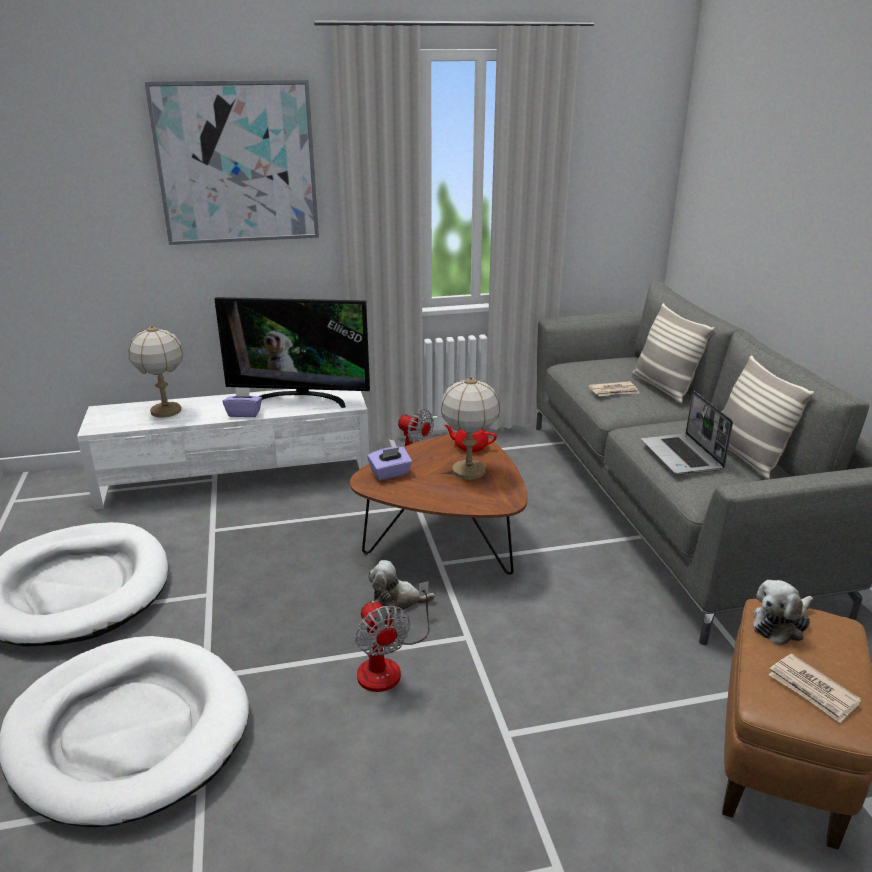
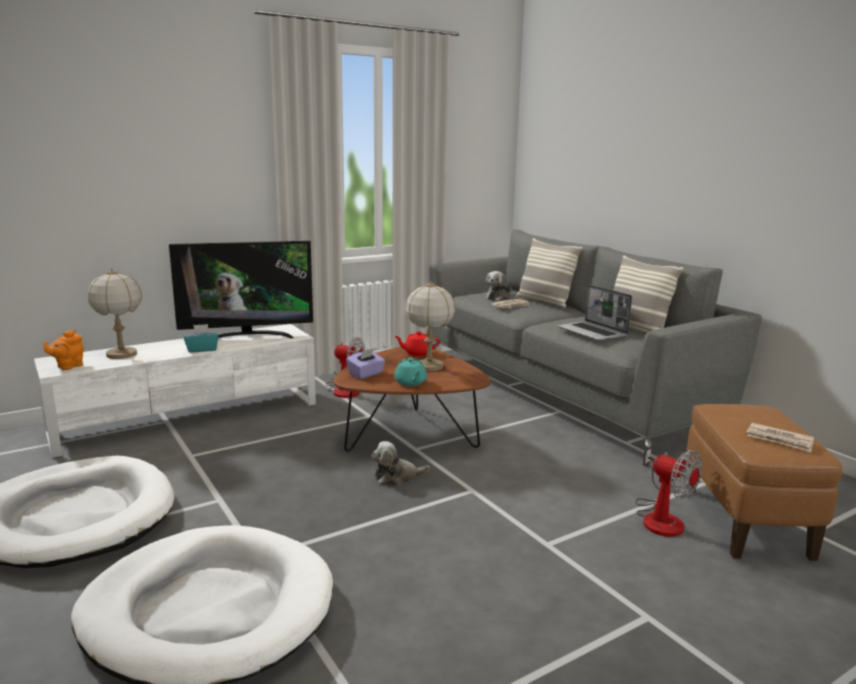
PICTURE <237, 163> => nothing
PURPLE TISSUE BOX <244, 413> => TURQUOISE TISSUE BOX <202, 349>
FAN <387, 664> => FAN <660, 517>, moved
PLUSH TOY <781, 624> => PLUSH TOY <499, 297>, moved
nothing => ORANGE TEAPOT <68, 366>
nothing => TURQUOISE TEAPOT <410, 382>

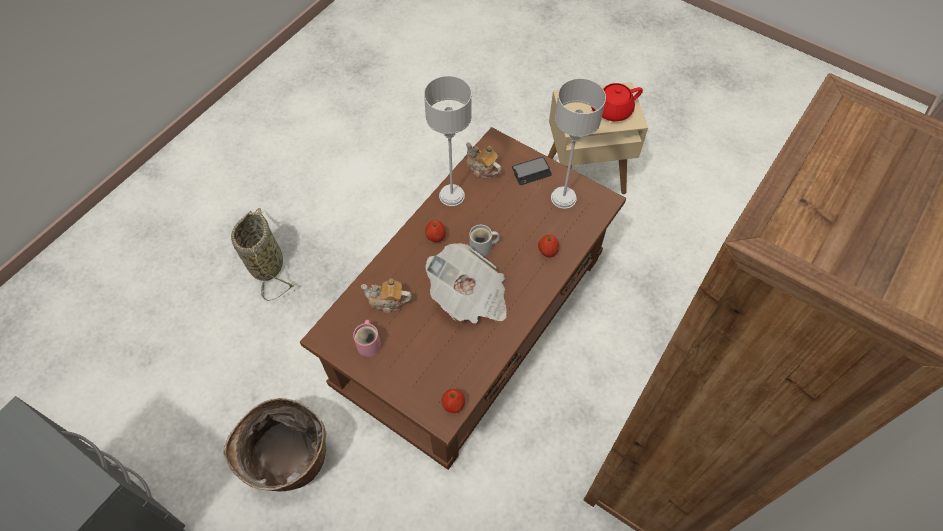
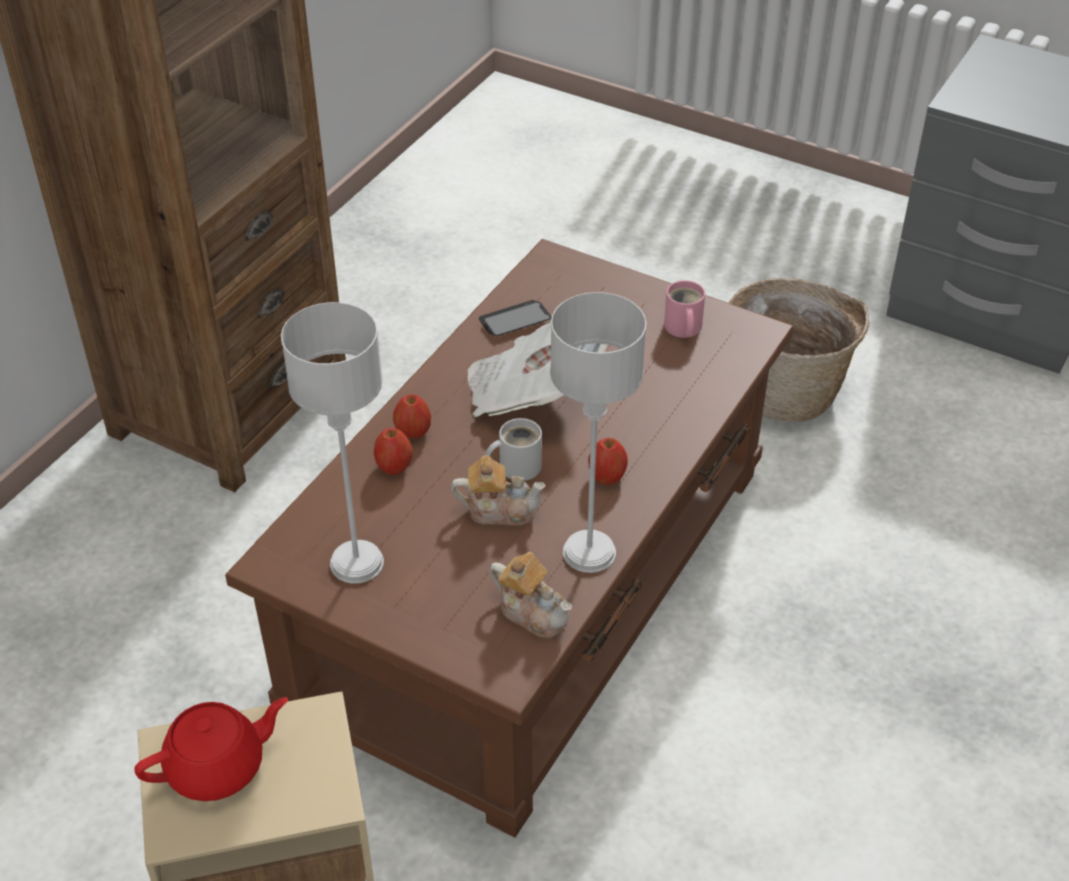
BASKET <266, 263> => nothing
TEAPOT <387, 302> => TEAPOT <499, 510>, moved
APPLE <453, 405> => APPLE <413, 432>, moved
PHONE <531, 172> => PHONE <514, 320>, moved

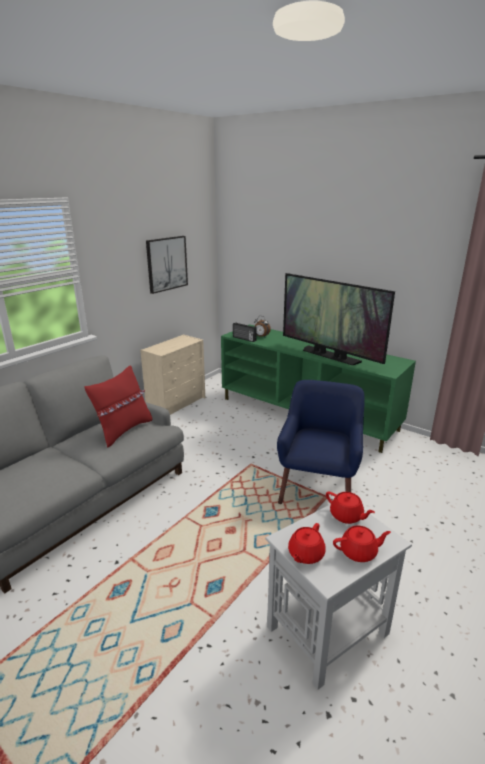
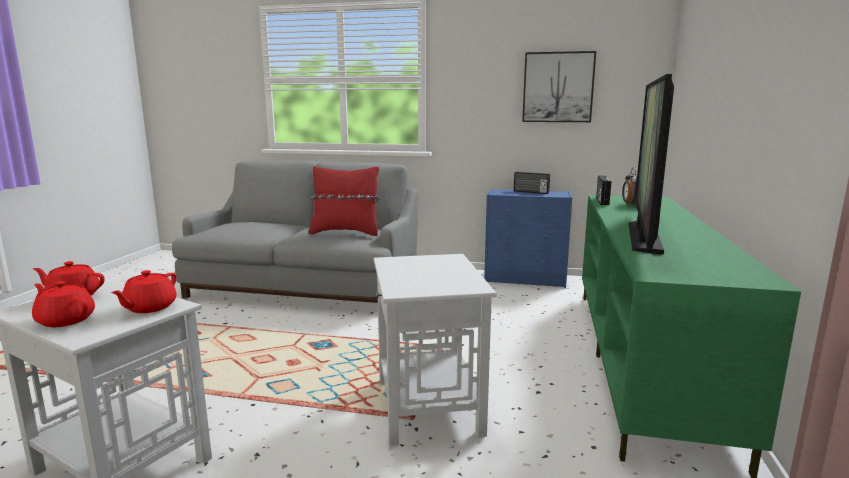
BEIGE DRESSER <177, 404> => BLUE DRESSER <526, 279>
BLUE ARMCHAIR <318, 488> => WHITE SIDE TABLE <428, 407>
RED TEAPOT <359, 552> => RED TEAPOT <65, 320>, 150 degrees clockwise
nothing => RADIO <531, 192>

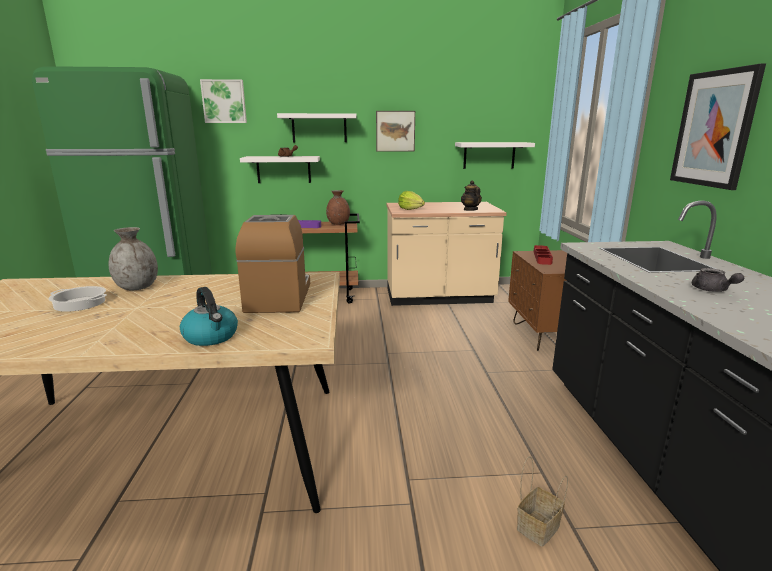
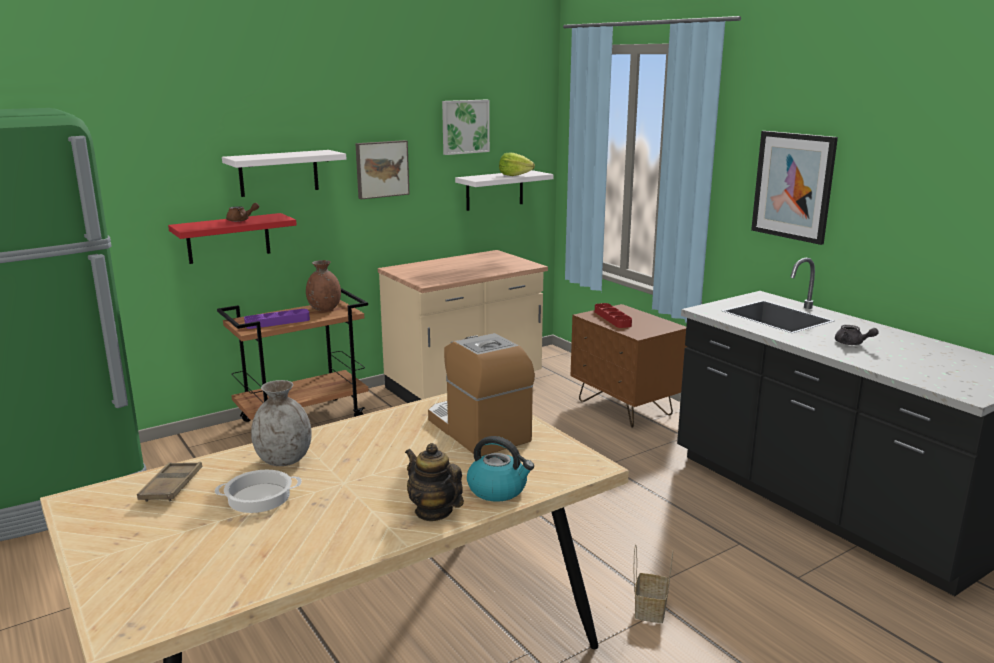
PICTURE <224, 101> => PICTURE <464, 126>, moved
WHITE SHELF <283, 169> => RED SHELF <228, 238>
LETTUCE <410, 209> => LETTUCE <514, 175>, moved
TEAPOT <470, 209> => TEAPOT <433, 511>, moved
BASKET <538, 526> => BASKET <649, 609>, moved
nothing => BROWN TRAY <172, 486>

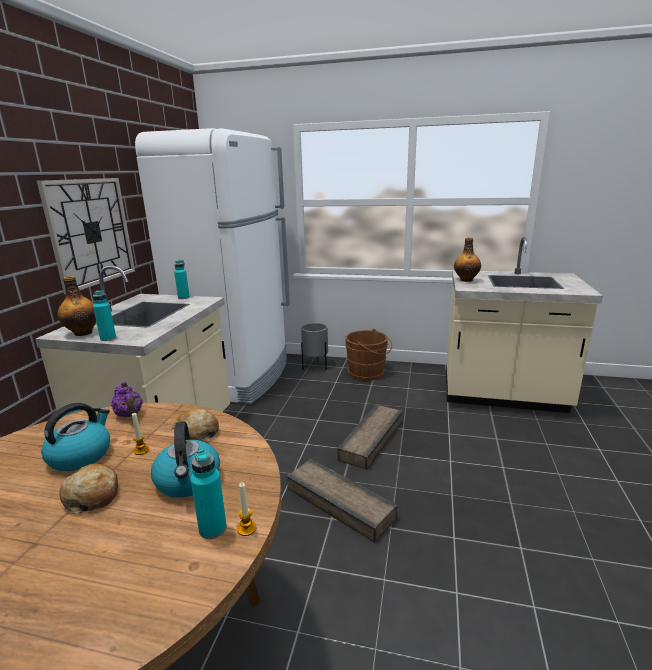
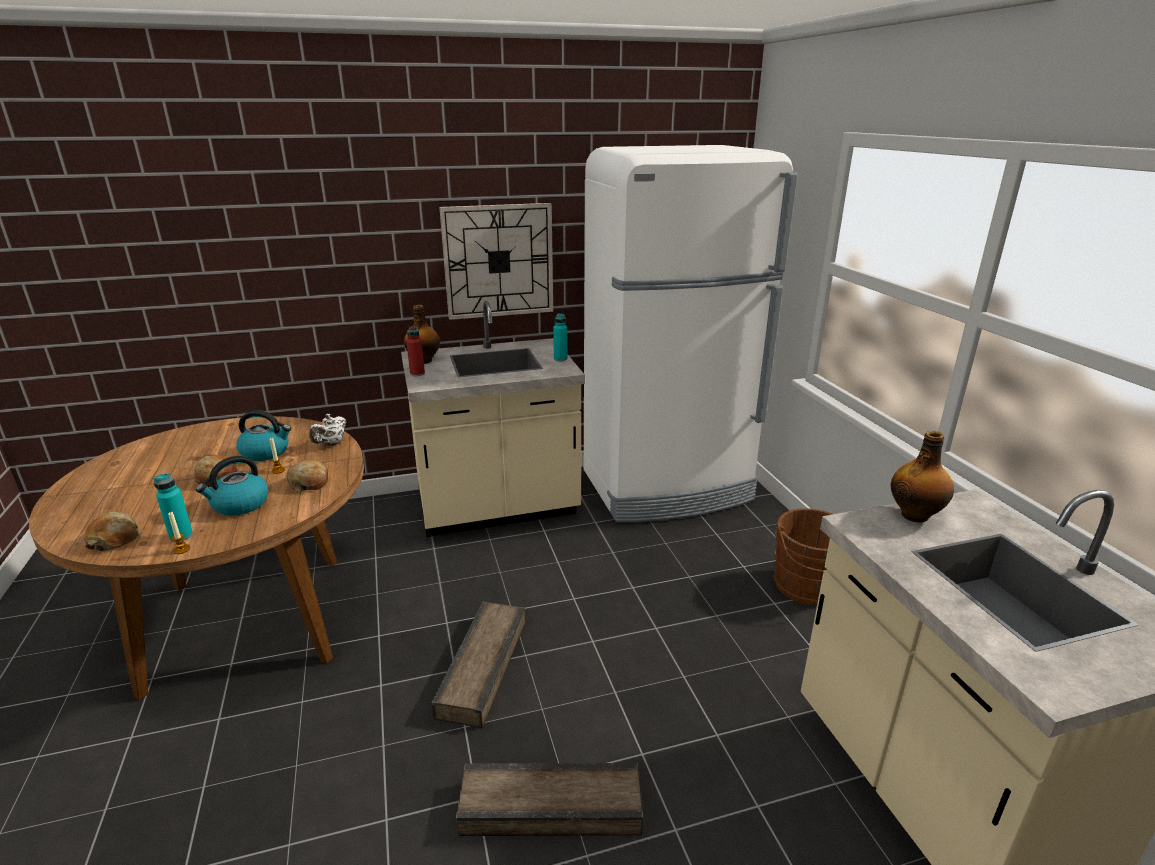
TURQUOISE BOTTLE <108, 338> => RED BOTTLE <417, 374>
PURPLE TEAPOT <129, 415> => WHITE TEAPOT <331, 444>
GREY PLANTER <315, 367> => nothing
CRATE <373, 440> => CRATE <551, 809>, moved
nothing => BREAD <115, 539>

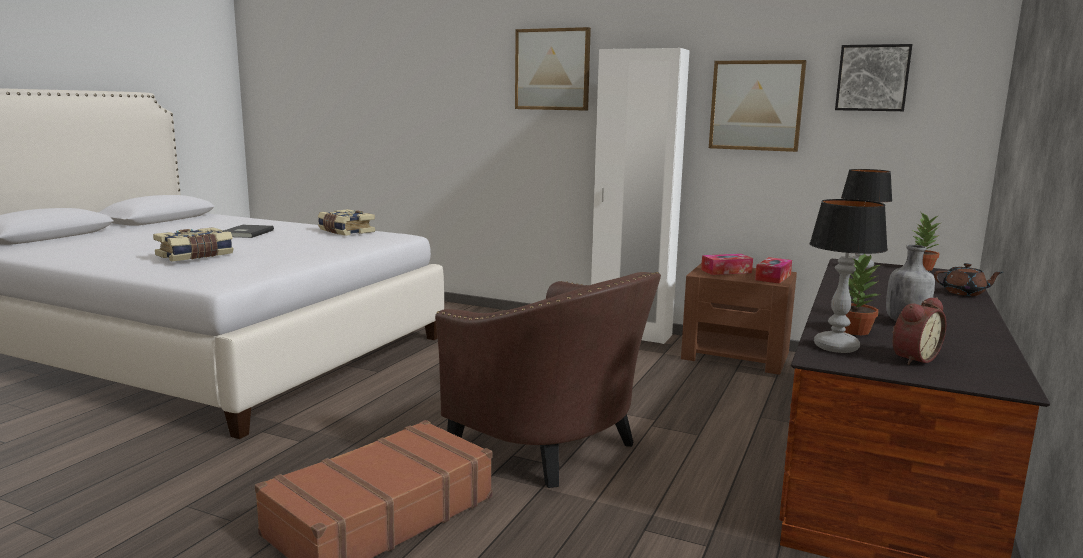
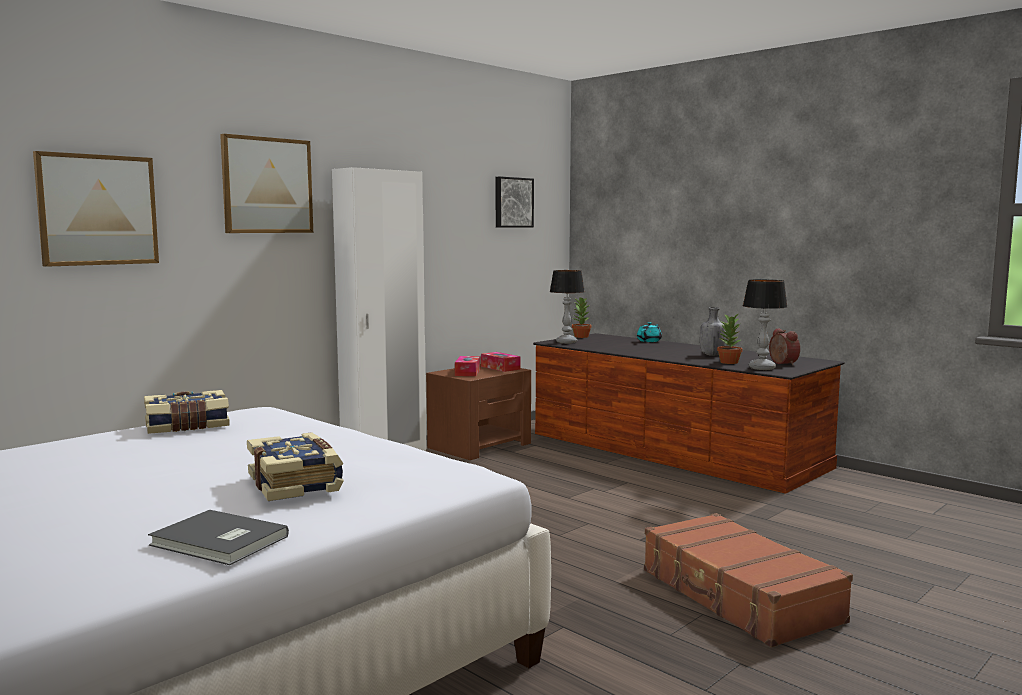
GREY BOOK <245, 233> => GREY BOOK <218, 542>, moved
BROWN ARMCHAIR <554, 447> => nothing
PICTURE <756, 105> => PICTURE <97, 210>, moved
BROWN TEAPOT <964, 293> => TURQUOISE TEAPOT <649, 341>

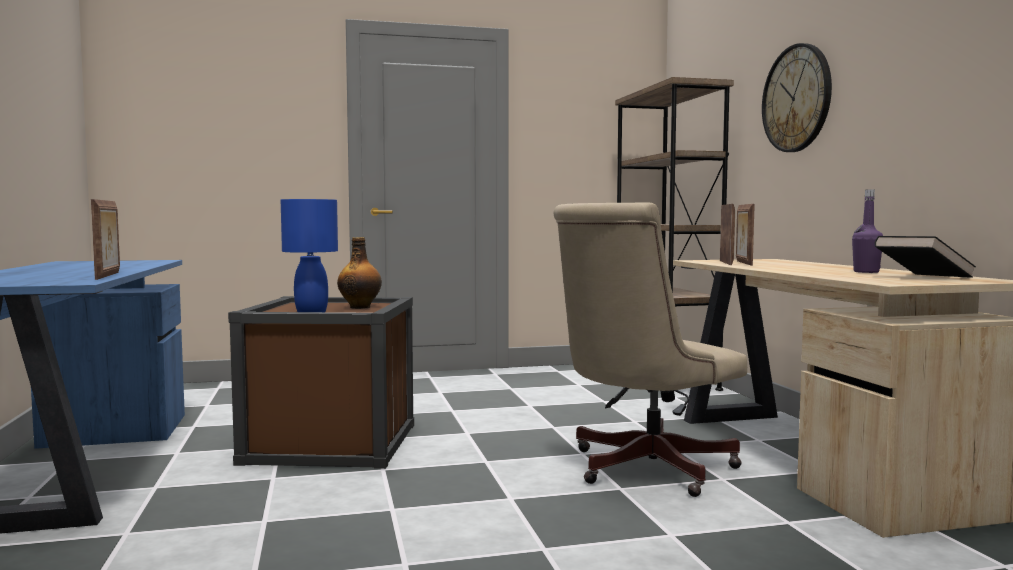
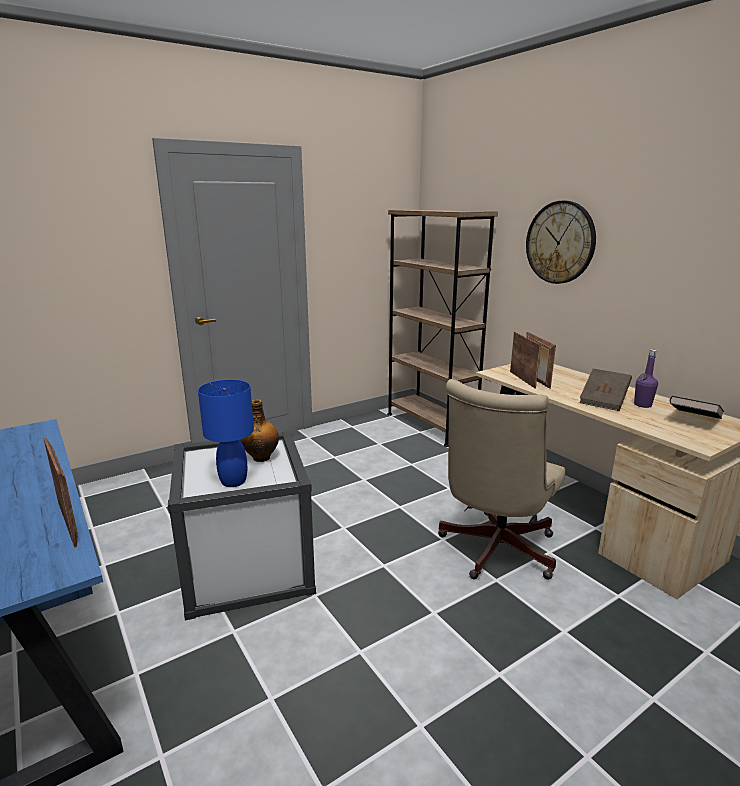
BROWN STORAGE BOX <331, 443> => WHITE STORAGE BOX <247, 567>
nothing => BROWN BOOK <603, 401>

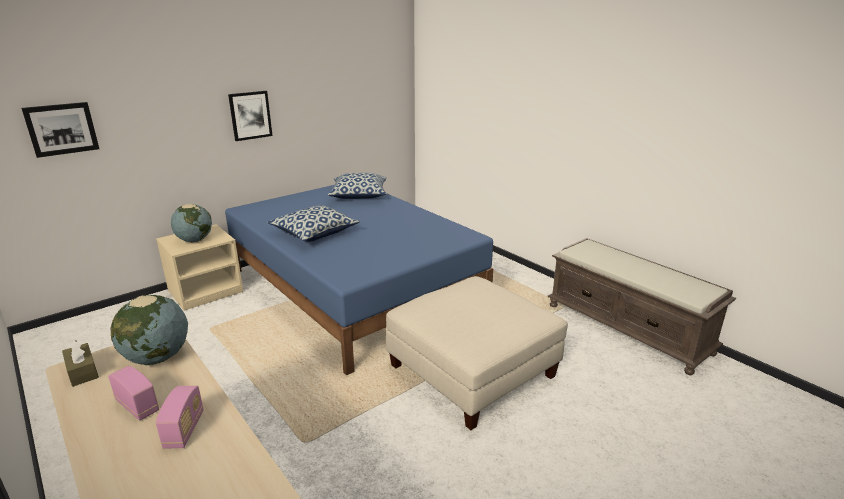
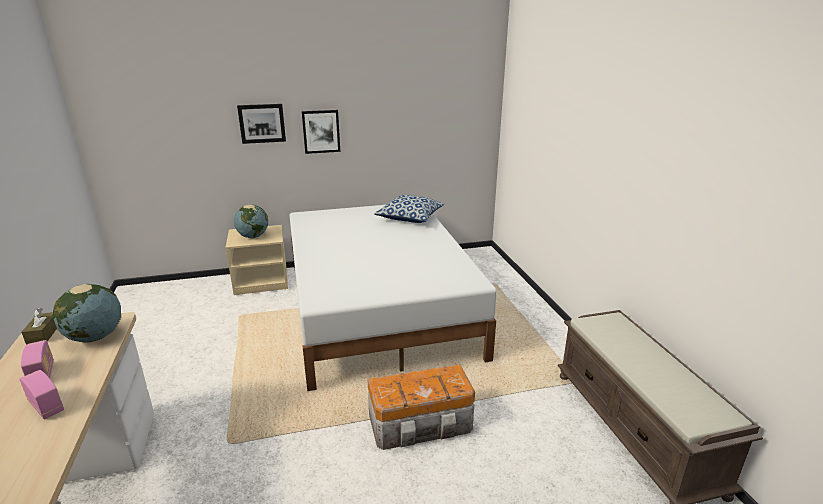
PICTURE <61, 129> => PICTURE <262, 123>, moved
RADIO <184, 430> => RADIO <46, 406>, 75 degrees counterclockwise
BLUE BED <354, 289> => WHITE BED <379, 308>
PILLOW <314, 233> => nothing
BEIGE OTTOMAN <472, 370> => STORAGE BOX <422, 424>

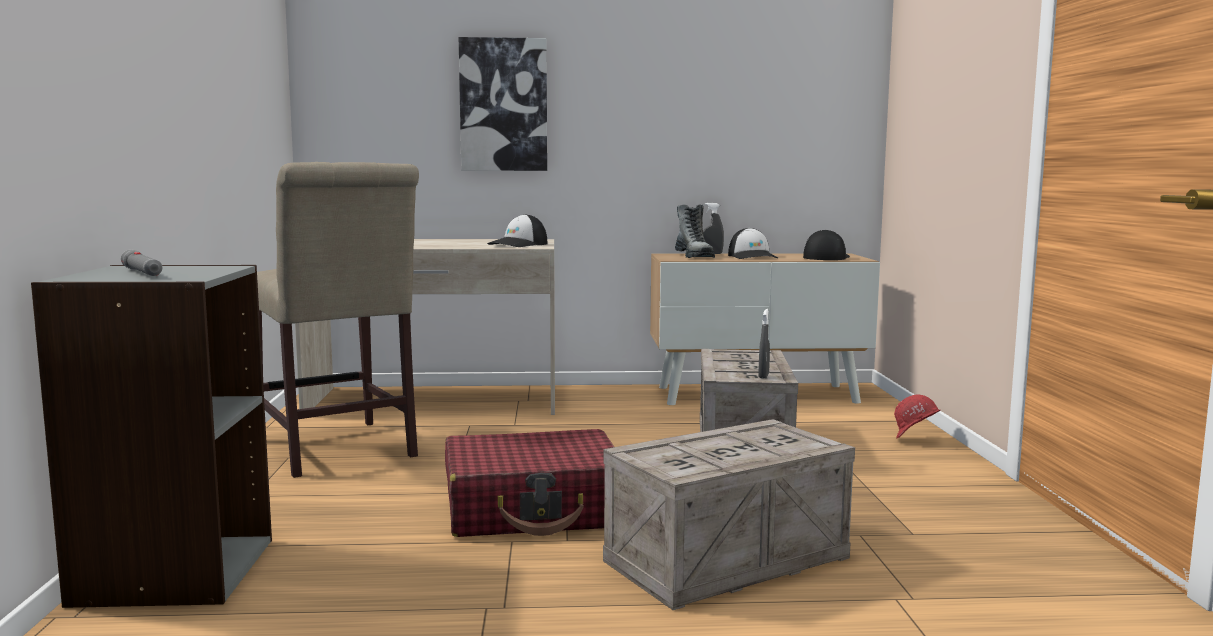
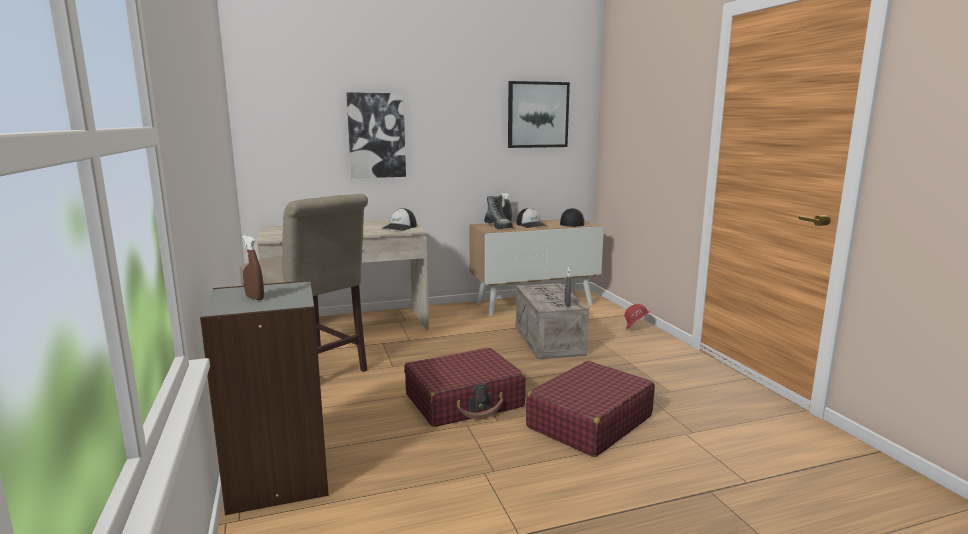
GREY FLASHLIGHT <142, 273> => BROWN SPRAY BOTTLE <254, 298>
CRATE <725, 561> => RED SUITCASE <589, 422>
nothing => PICTURE <537, 115>

